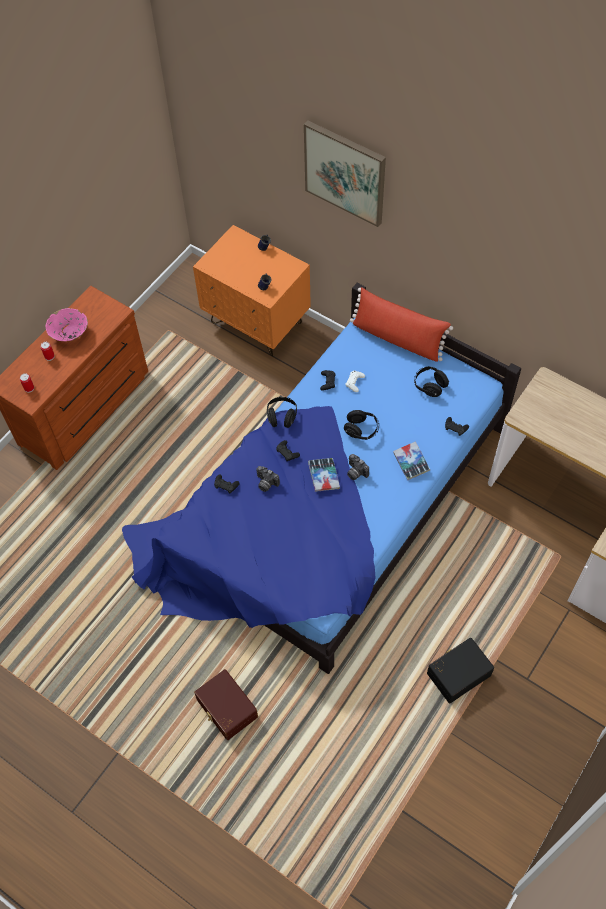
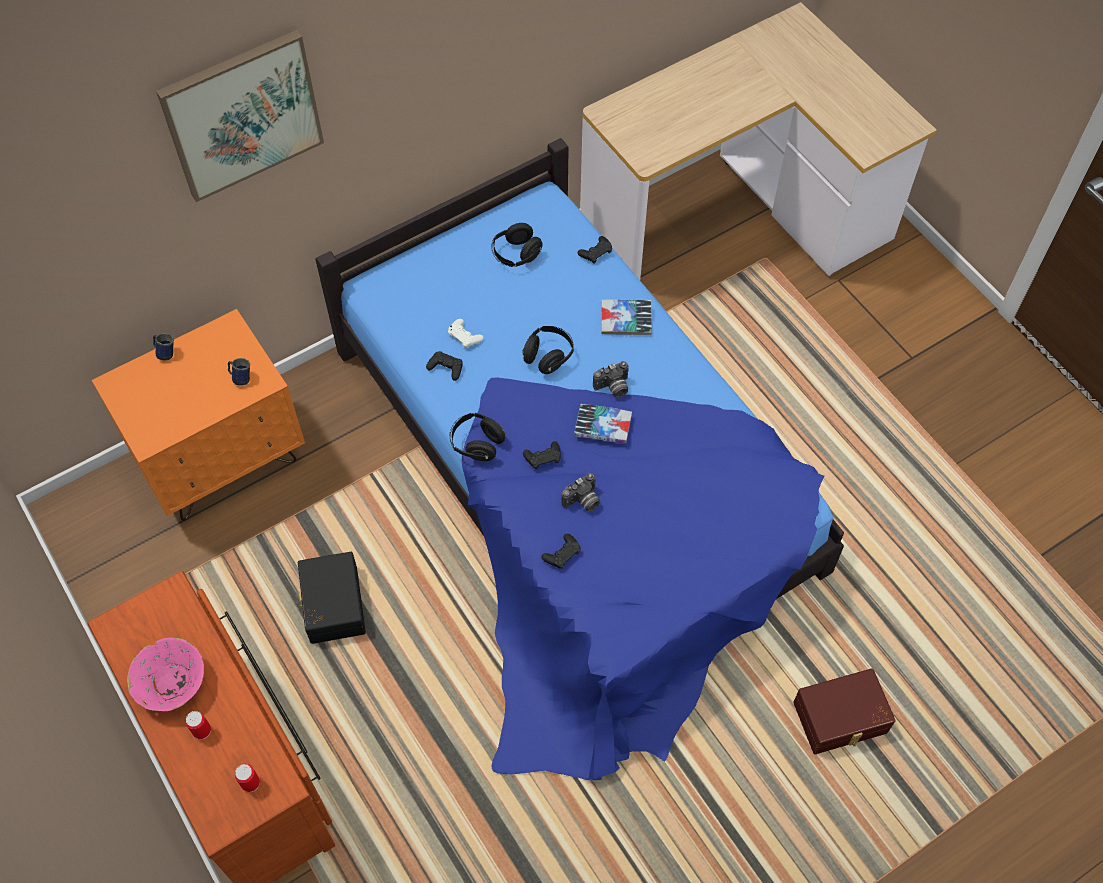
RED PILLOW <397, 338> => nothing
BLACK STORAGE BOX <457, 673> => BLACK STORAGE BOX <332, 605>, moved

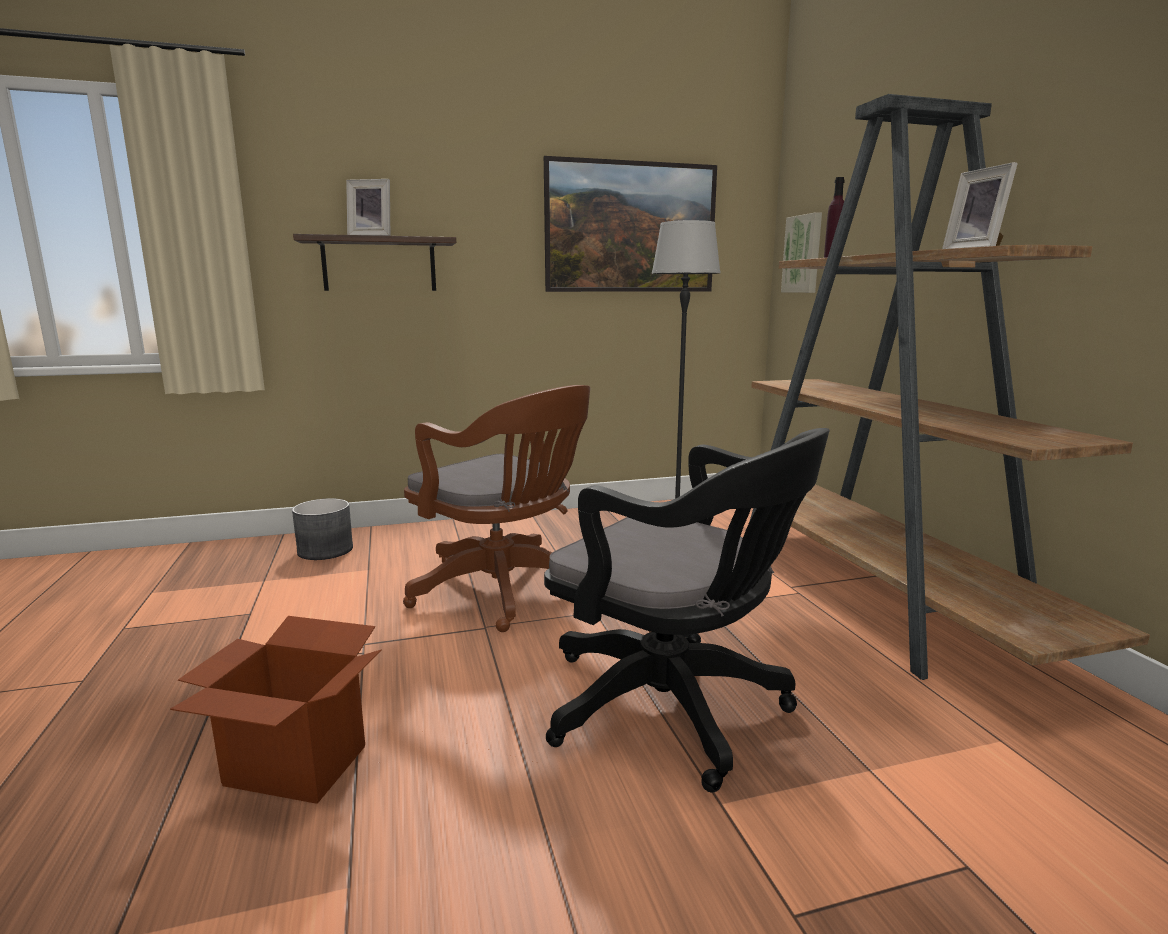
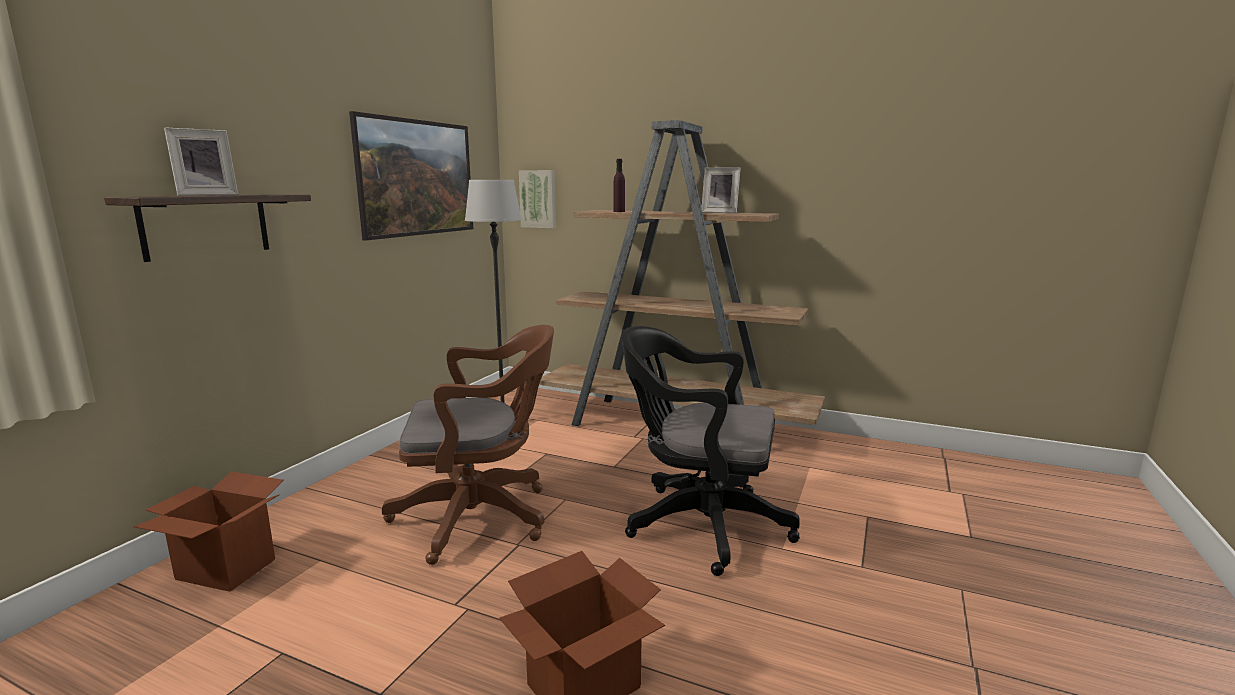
GREY PLANTER <325, 550> => CARDBOARD BOX <225, 569>
BLACK OFFICE CHAIR <675, 709> => BLACK OFFICE CHAIR <699, 524>, 150 degrees counterclockwise

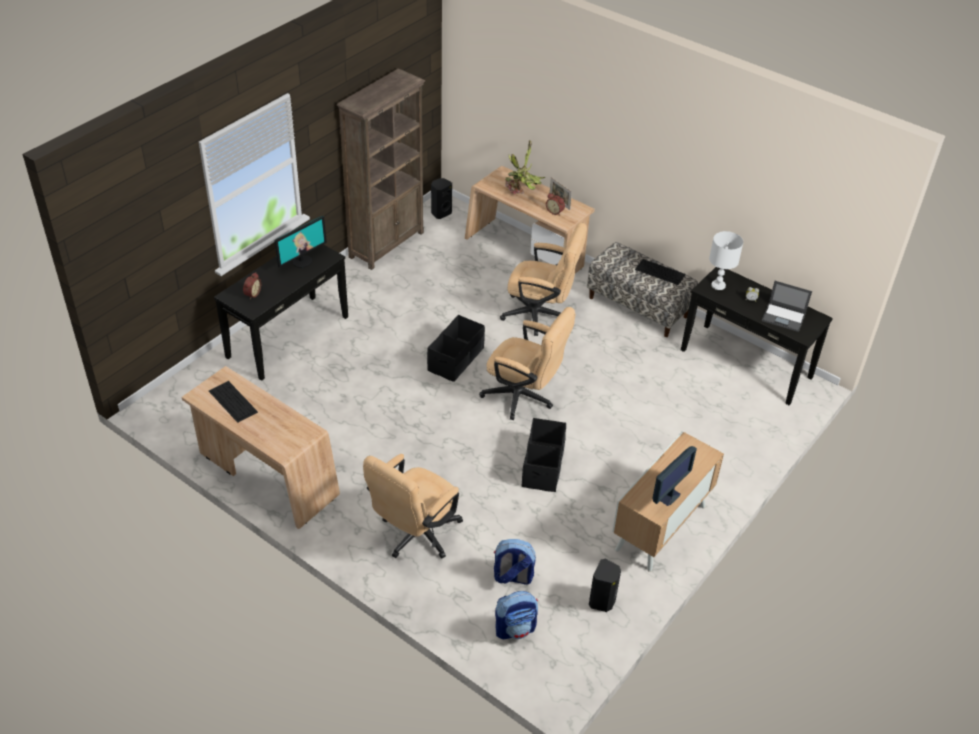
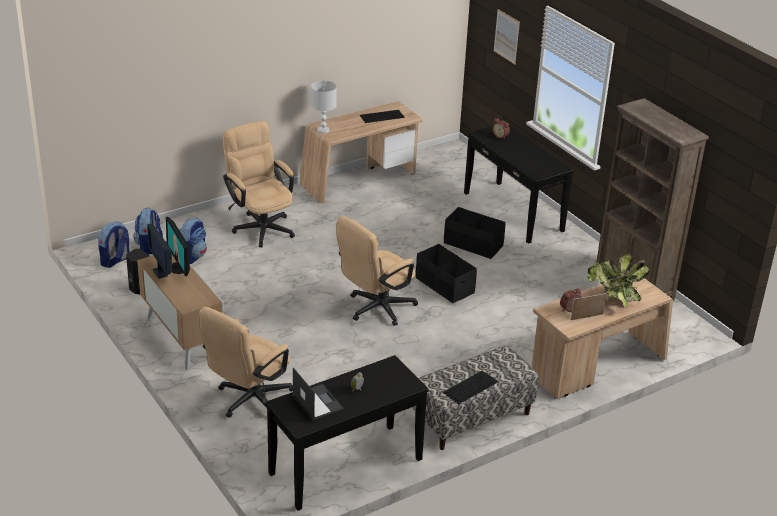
MONITOR <302, 261> => MONITOR <179, 268>, moved
BLACK SPEAKER <440, 213> => nothing
BEIGE OFFICE CHAIR <541, 315> => BEIGE OFFICE CHAIR <248, 401>, moved
BLACK STORAGE BOX <543, 466> => BLACK STORAGE BOX <473, 245>, moved
WHITE TABLE LAMP <718, 285> => WHITE TABLE LAMP <323, 130>, moved
LAPTOP <784, 317> => LAPTOP <317, 402>, 105 degrees clockwise
nothing => BACKPACK <115, 261>
nothing => PICTURE <506, 36>

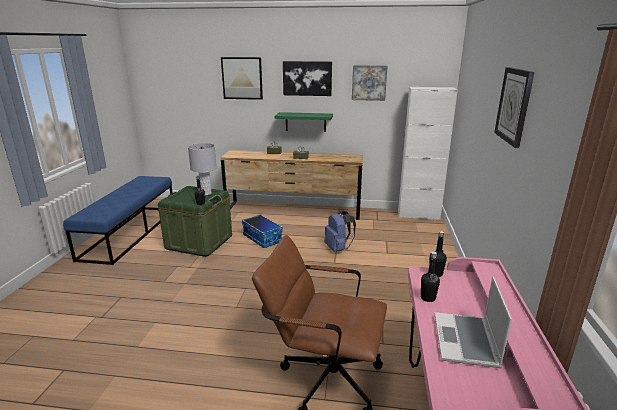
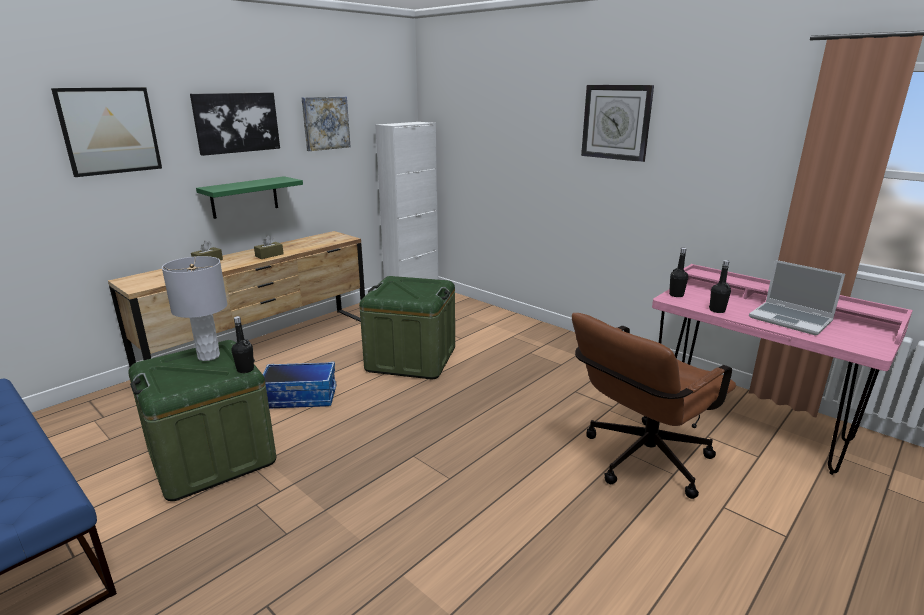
BLUE BACKPACK <338, 248> => GREEN STORAGE BOX <411, 359>

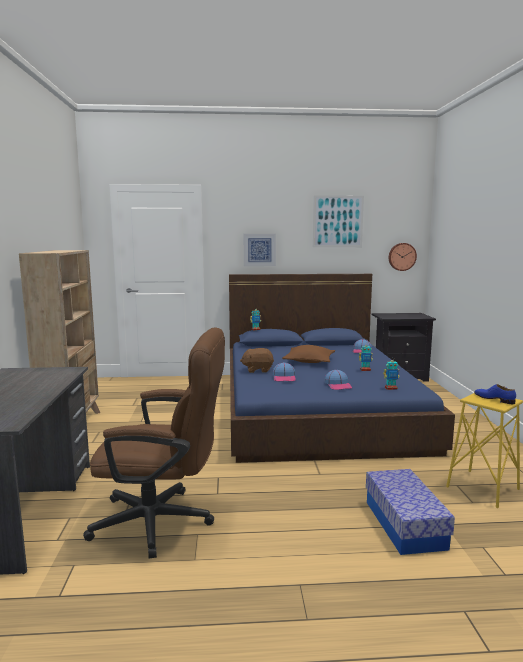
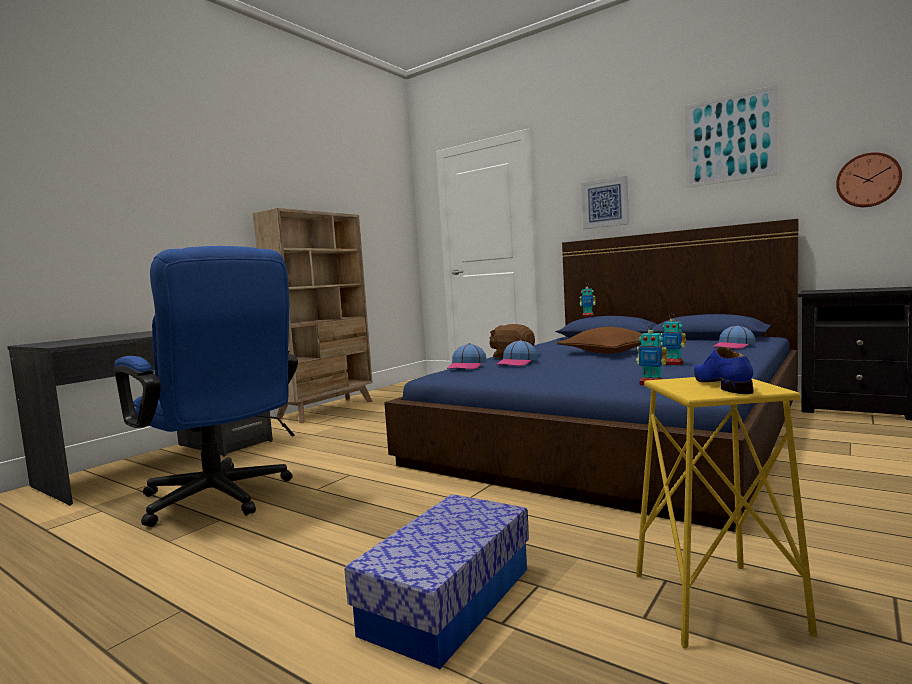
BROWN OFFICE CHAIR <163, 522> => BLUE OFFICE CHAIR <221, 500>
CAP <338, 385> => CAP <467, 366>, moved

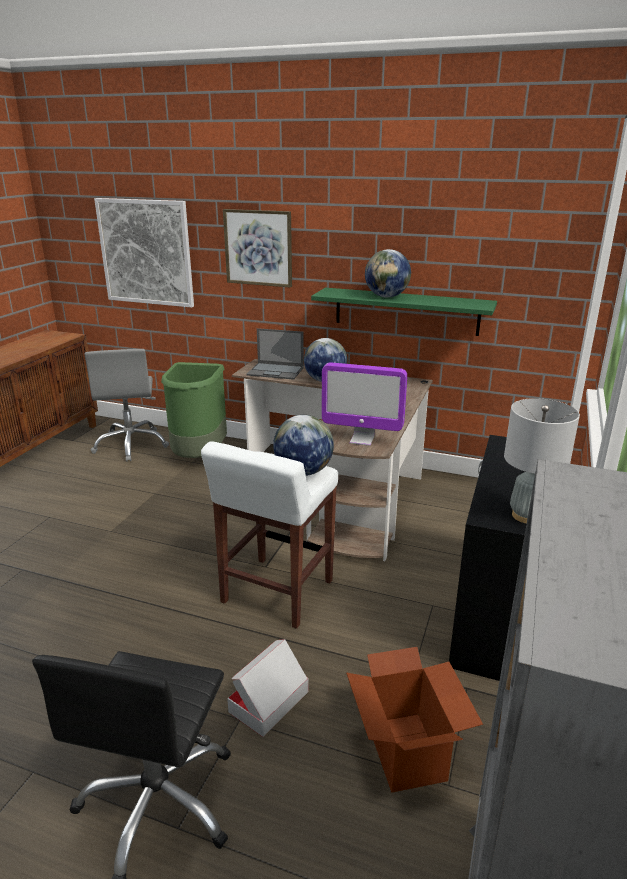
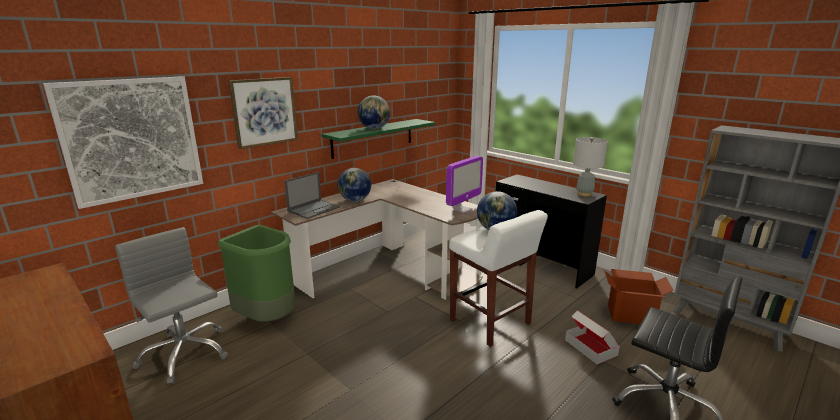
GREY OFFICE CHAIR <131, 444> => GREY OFFICE CHAIR <184, 354>, 150 degrees counterclockwise

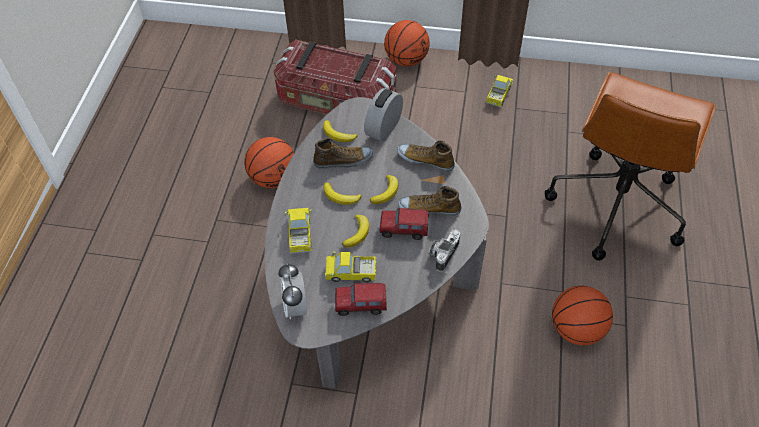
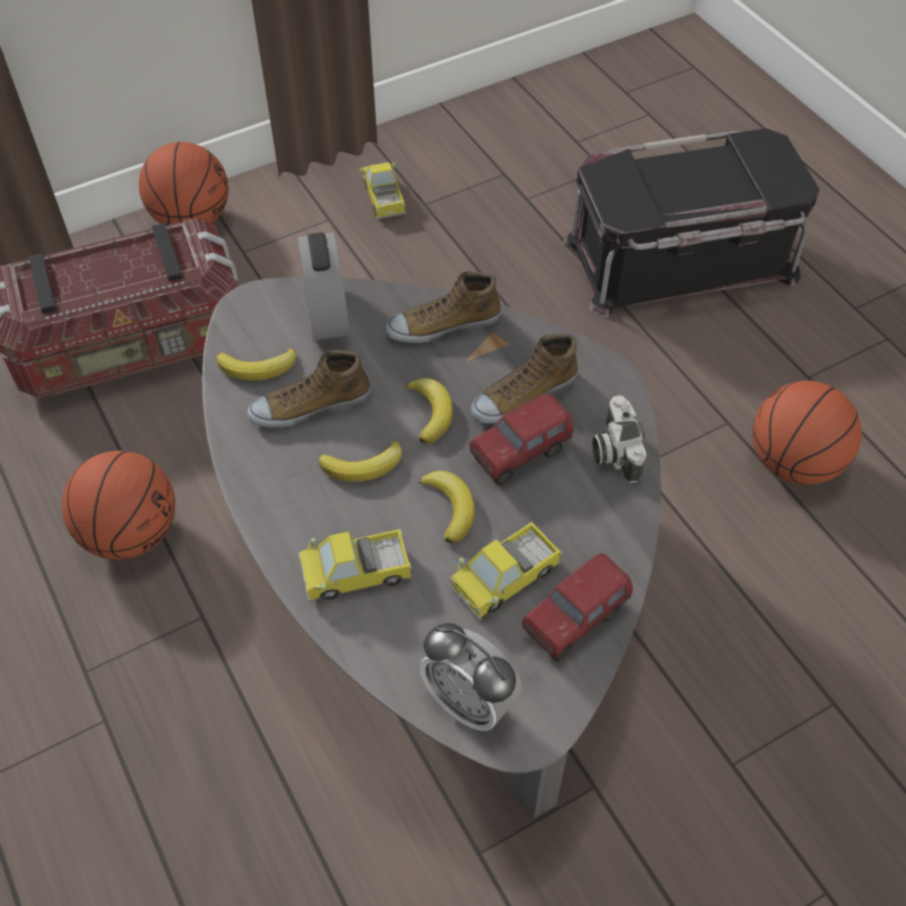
TOY TRUCK <300, 235> => TOY TRUCK <356, 574>, 60 degrees counterclockwise
SHOE <343, 161> => SHOE <310, 405>, 150 degrees counterclockwise
BROWN OFFICE CHAIR <616, 204> => BLACK STORAGE BOX <681, 261>

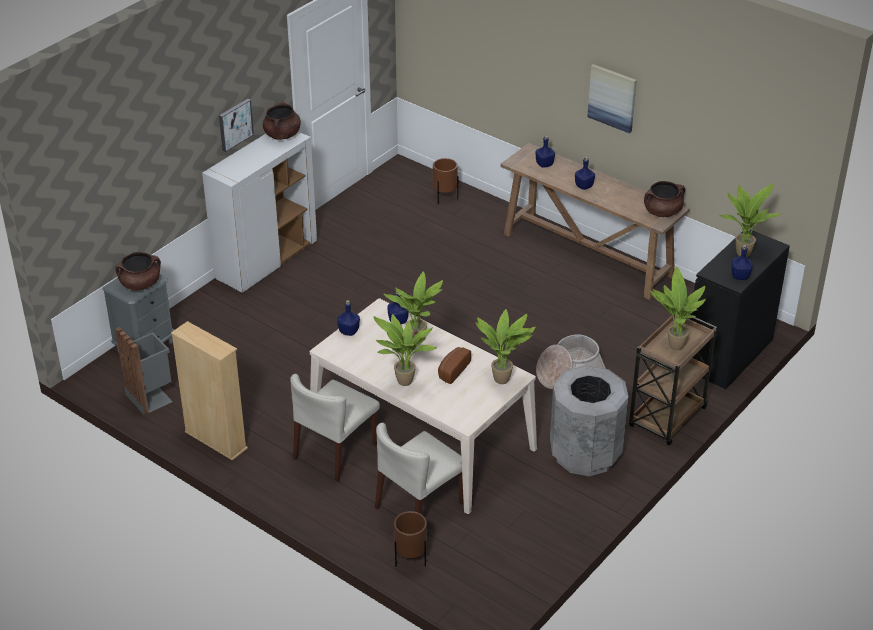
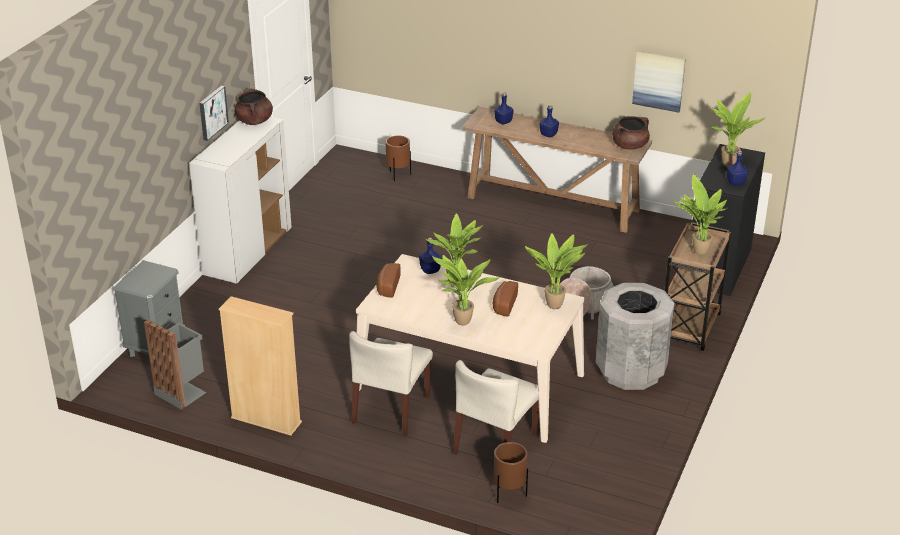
BROWN COOKING POT <140, 284> => nothing
BLUE BOTTLE <349, 331> => BREAD <387, 287>
PICTURE <612, 97> => PICTURE <659, 80>, moved

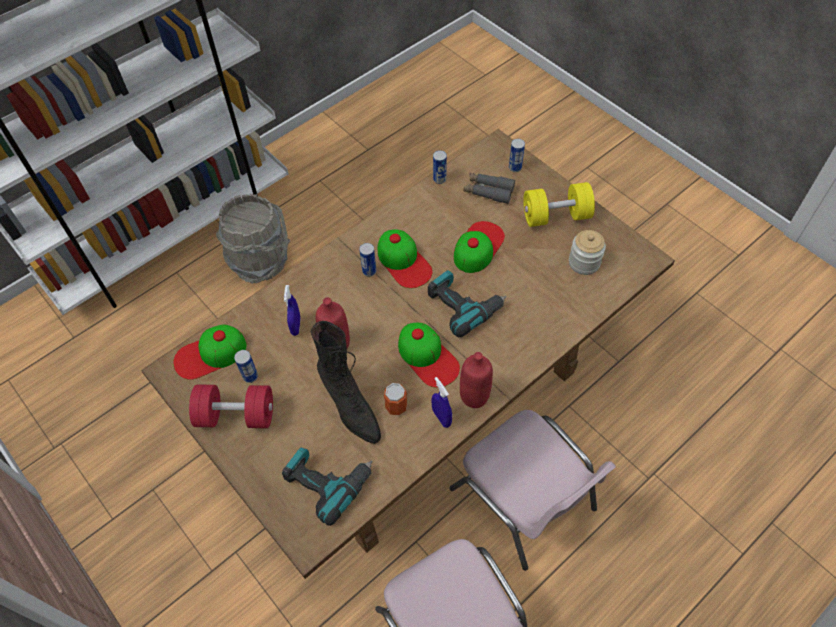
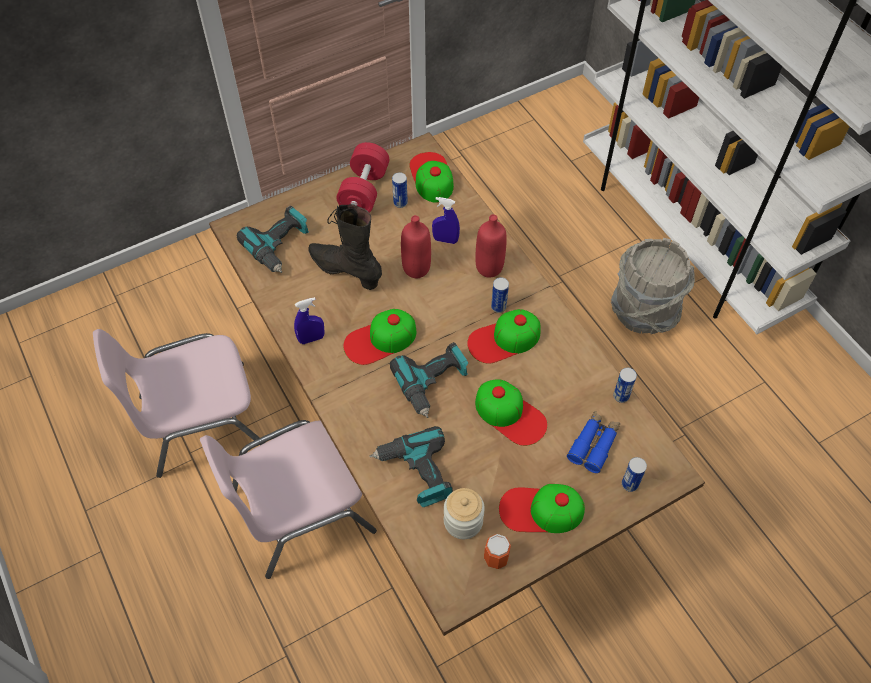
BLACK BOOT <350, 407> => BLACK BOOT <345, 270>, 60 degrees clockwise
CAN <396, 406> => CAN <496, 558>, moved
RED BOTTLE <474, 396> => RED BOTTLE <489, 267>, moved
GREY BINOCULARS <488, 191> => BLUE BINOCULARS <594, 444>
YELLOW DUMBBELL <556, 216> => CAP <541, 510>
nothing => POWER DRILL <416, 473>

